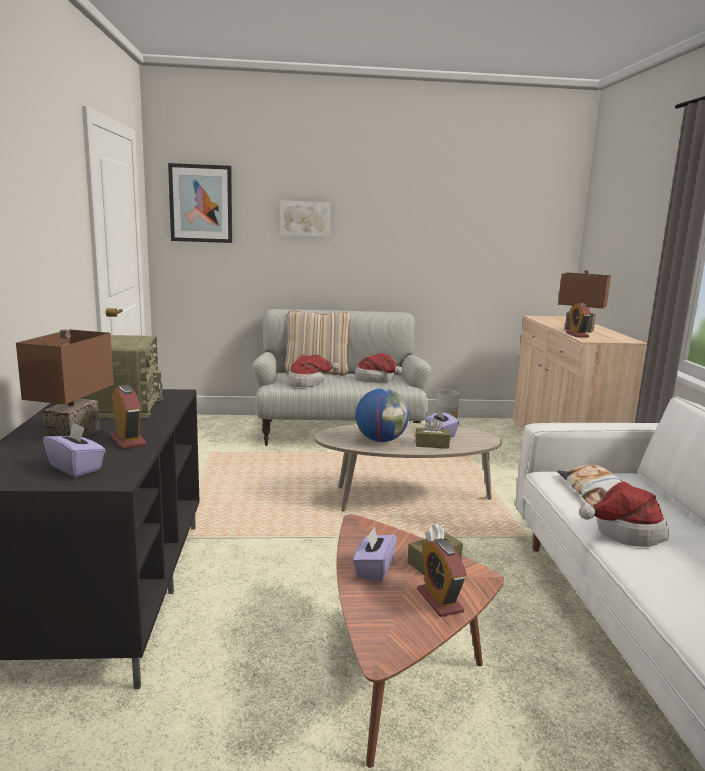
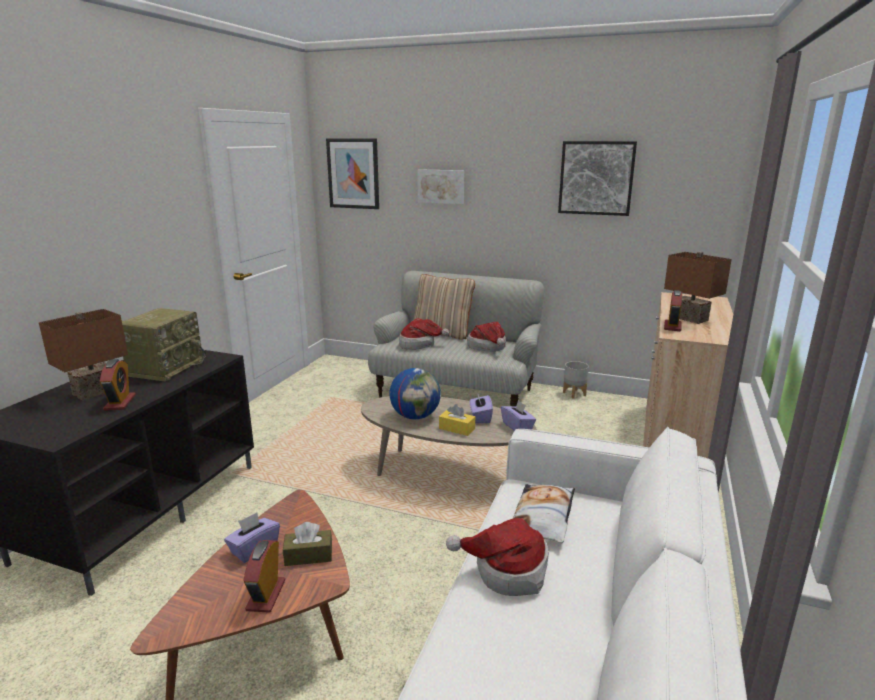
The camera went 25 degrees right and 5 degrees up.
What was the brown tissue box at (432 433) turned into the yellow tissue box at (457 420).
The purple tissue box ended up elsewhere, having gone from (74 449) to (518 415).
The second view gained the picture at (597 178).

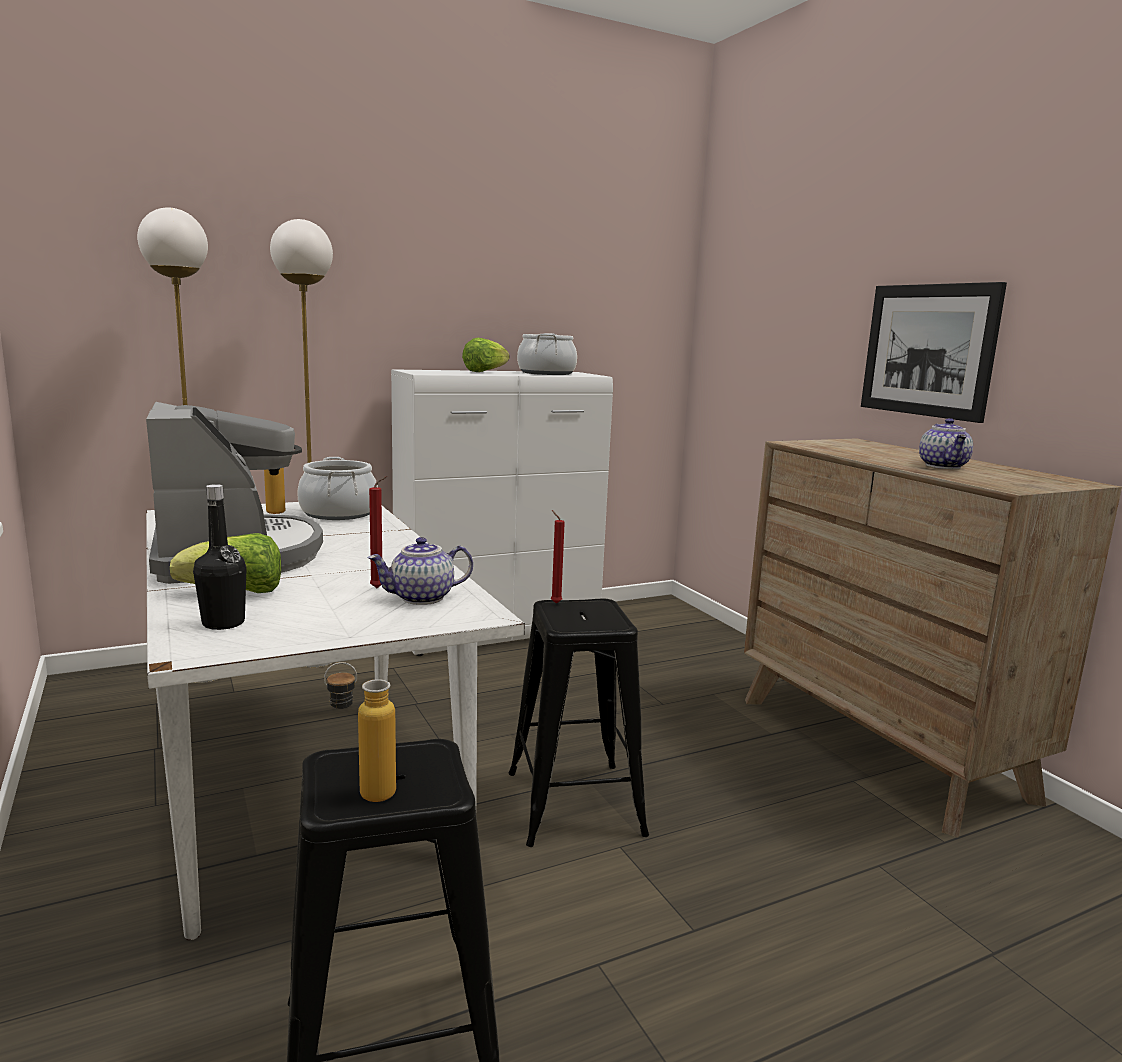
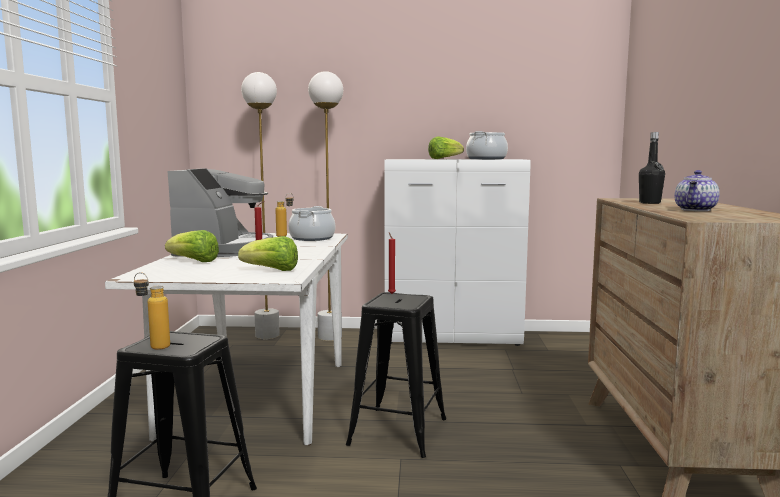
The camera went 30 degrees right and 5 degrees down.
The second view lost the picture at (934 352).
The black bottle ended up elsewhere, having gone from (220 557) to (652 168).
Where the teapot stood at (420 571), the lettuce came to stand at (268 253).

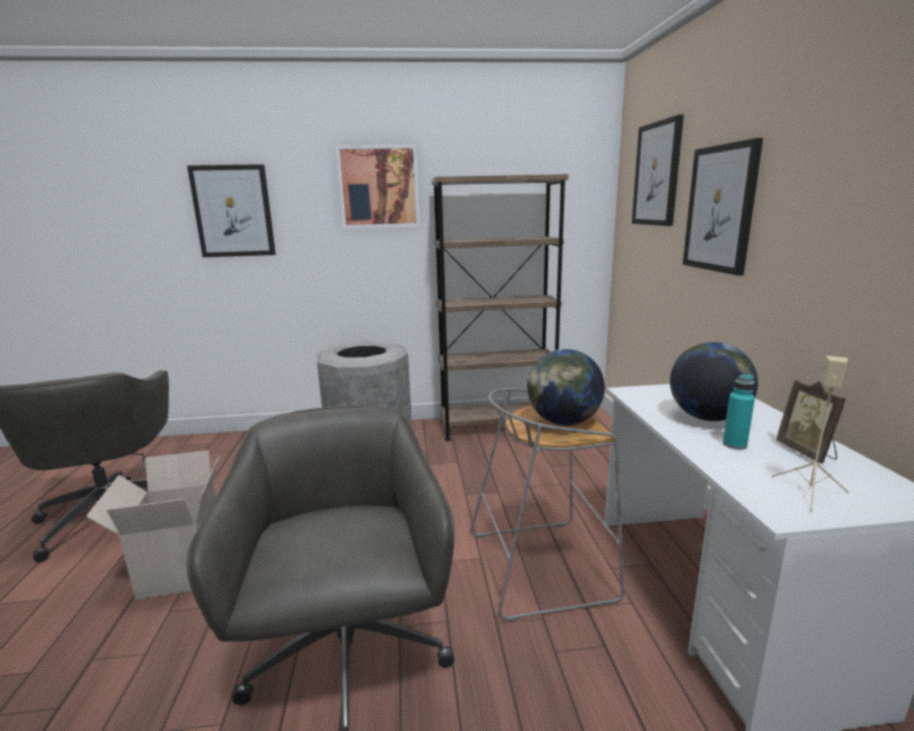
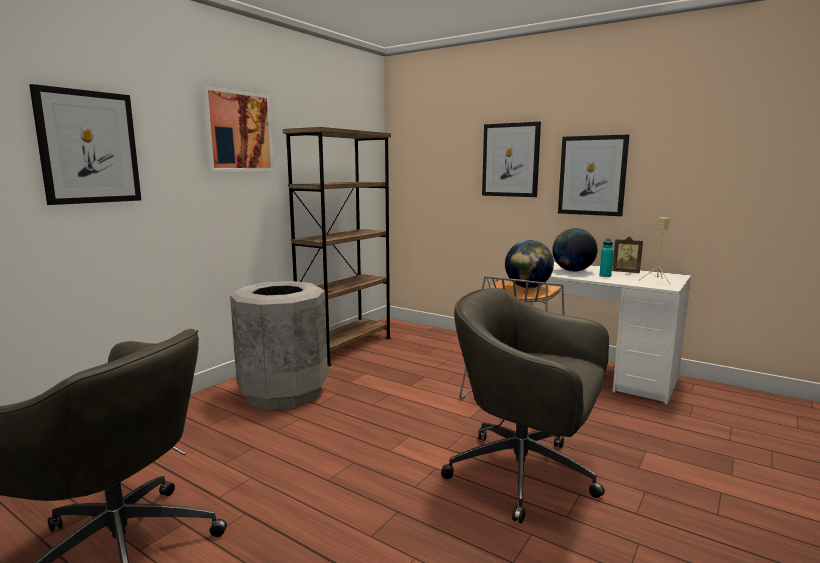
The camera went 50 degrees left and 5 degrees down.
The picture ended up elsewhere, having gone from (658 170) to (593 175).
The second view lost the cardboard box at (152 525).

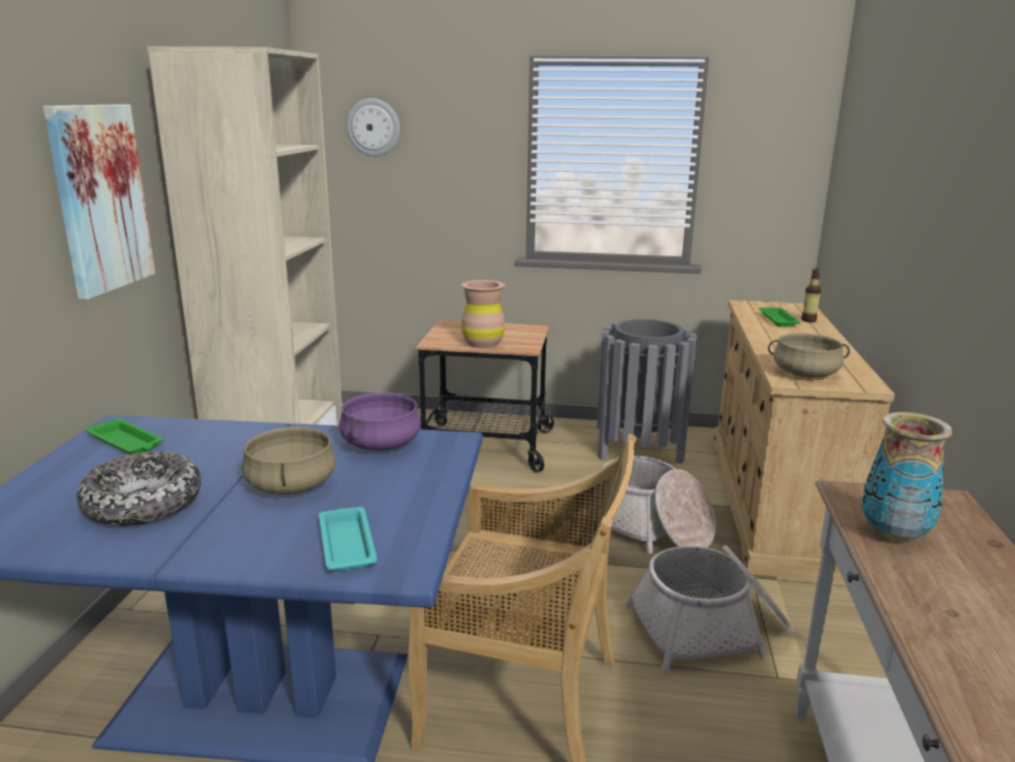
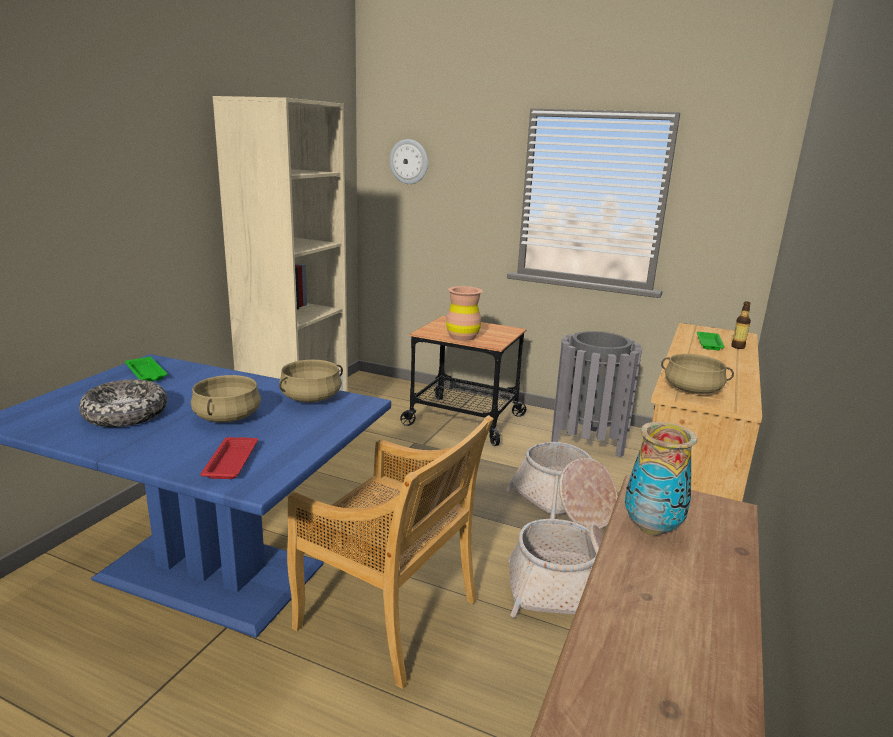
The camera went 15 degrees right and 0 degrees up.
The second view lost the picture at (99 202).
What was the purple cooking pot at (380 421) turned into the beige cooking pot at (311 381).
What was the turquoise tray at (348 539) turned into the red tray at (229 458).

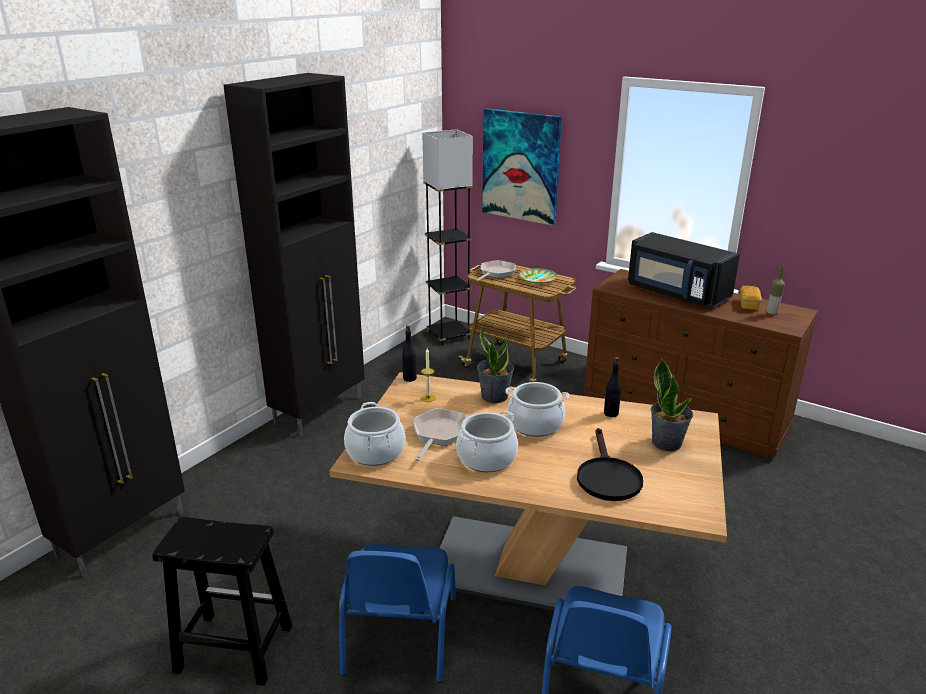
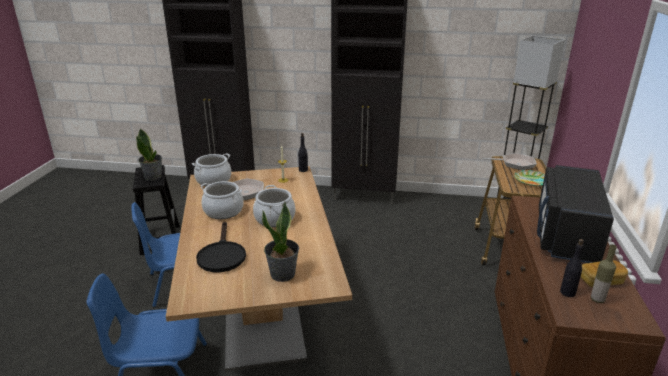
The camera went 65 degrees right and 0 degrees up.
The second view lost the picture at (522 167).
The potted plant ended up elsewhere, having gone from (495 364) to (149 154).
The black bottle ended up elsewhere, having gone from (612 387) to (572 268).
The black frying pan at (610 464) ended up facing another way, 75 degrees counterclockwise from before.

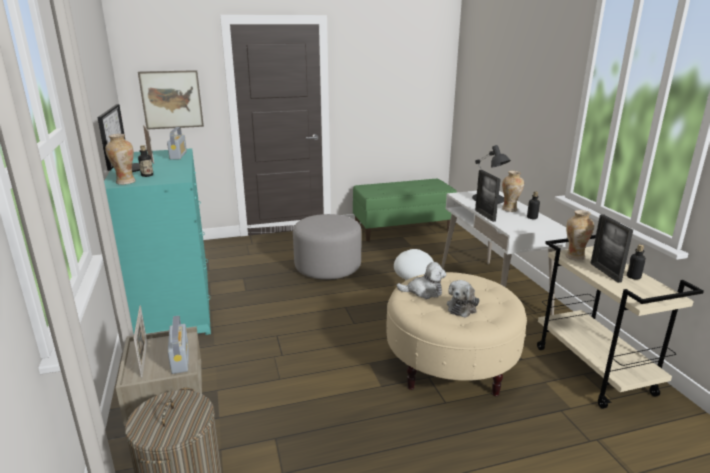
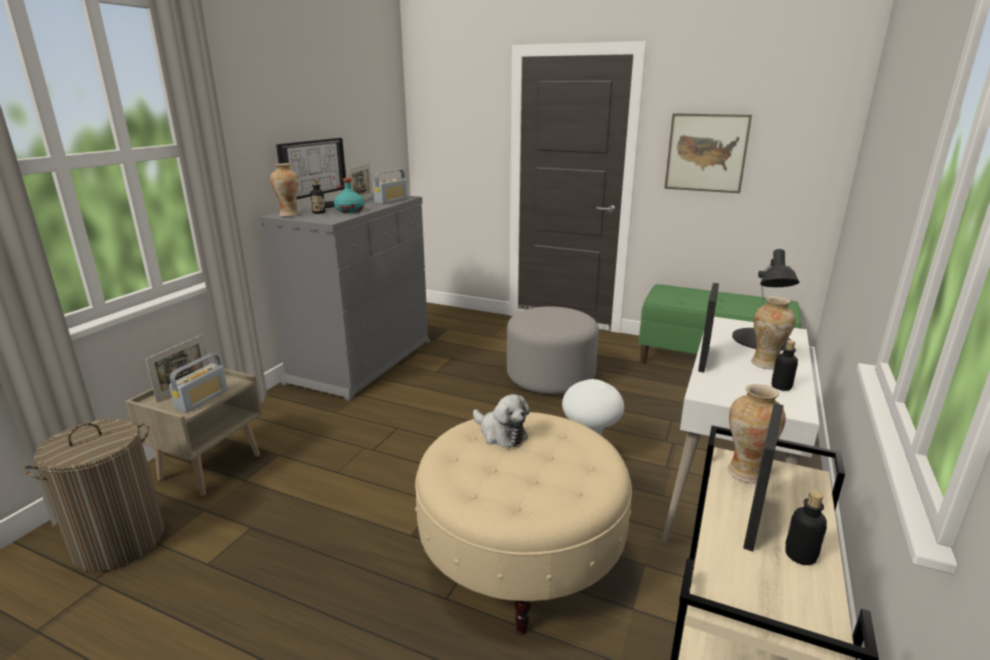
The camera went 40 degrees right and 0 degrees up.
The picture ended up elsewhere, having gone from (171 99) to (708 153).
What was the turquoise dresser at (157 241) turned into the grey dresser at (344 297).
The second view lost the plush toy at (463 299).
The second view gained the turquoise bottle at (349 195).

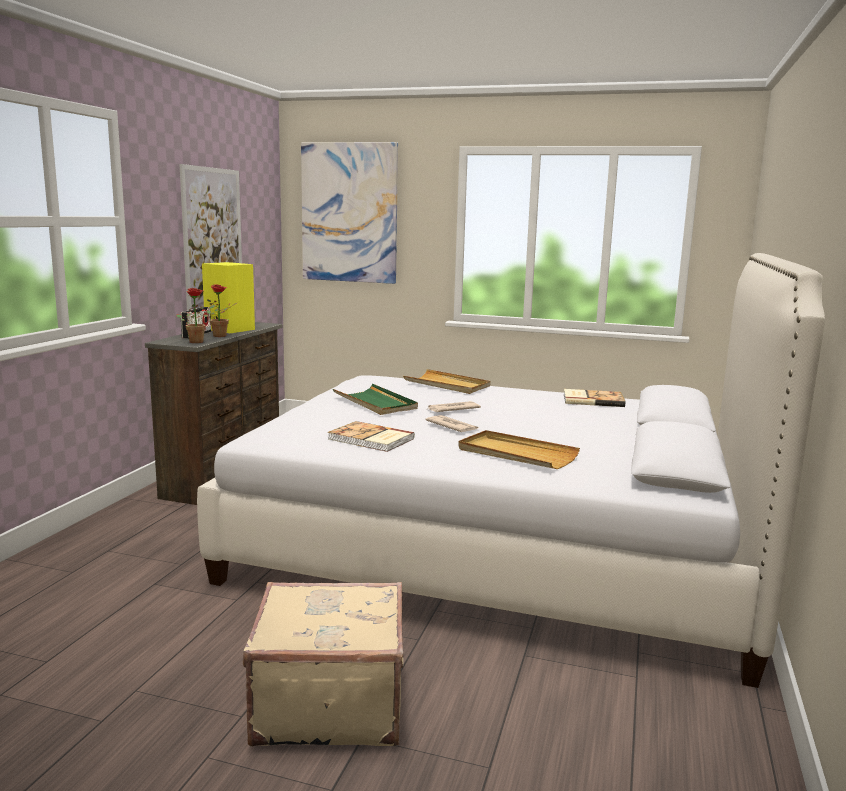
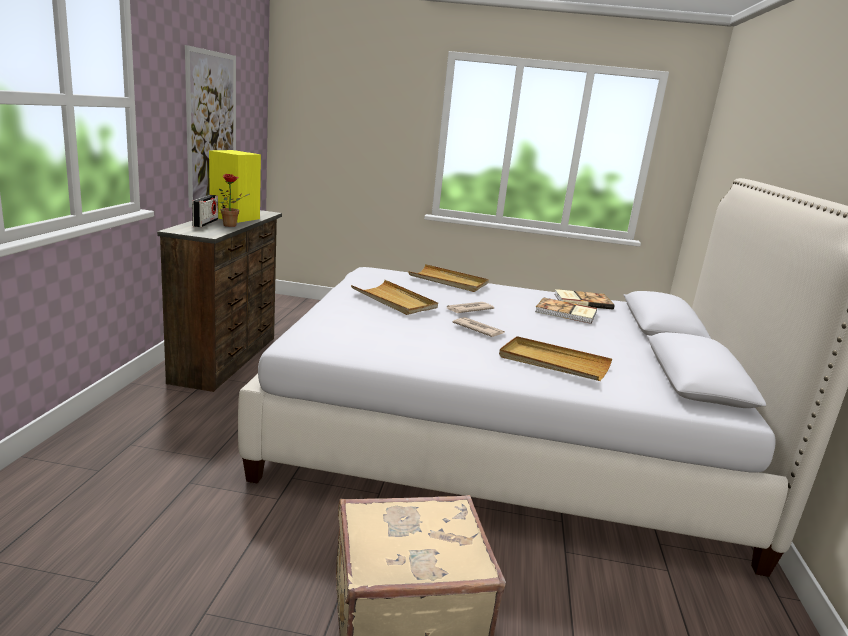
The camera went 10 degrees left and 5 degrees up.
The second view lost the picture at (349 213).
The second view lost the potted plant at (195 315).
What was the green tray at (375 399) turned into the beige tray at (394 297).
The book ended up elsewhere, having gone from (371 436) to (566 310).

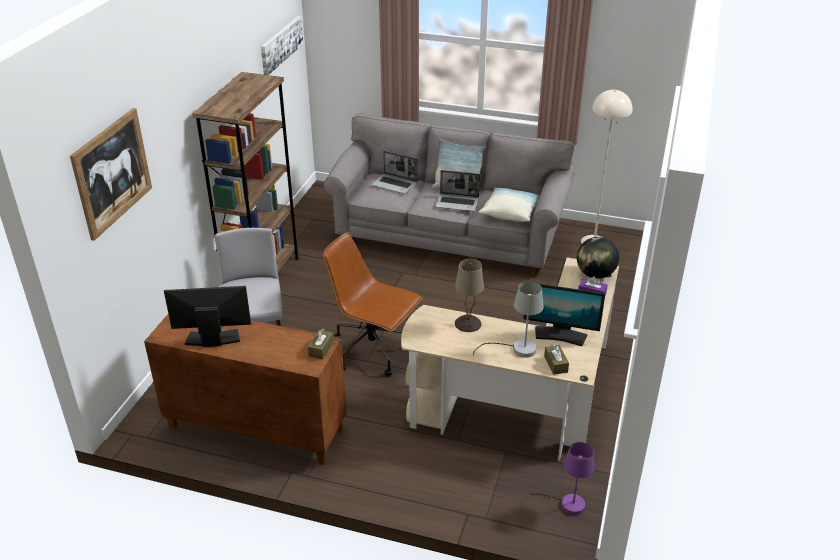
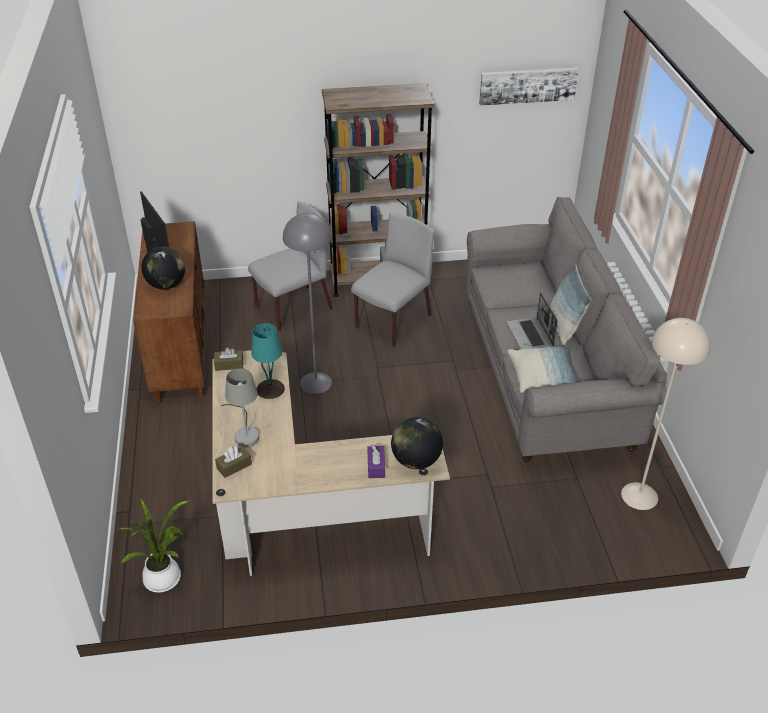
The camera went 65 degrees right and 5 degrees up.
The second view lost the picture at (111 174).
The second view lost the laptop at (394 172).
Where the brown office chair stood at (372 304), the grey floor lamp came to stand at (307 303).
What was the beige table lamp at (469 295) turned into the turquoise table lamp at (268 361).
The second view lost the monitor at (564 314).
The brown tissue box ended up elsewhere, having gone from (321 343) to (228 359).
Where the purple table lamp stood at (556 478), the potted plant came to stand at (155 546).
The second view gained the grey chair at (392 280).
The second view gained the globe at (163 268).

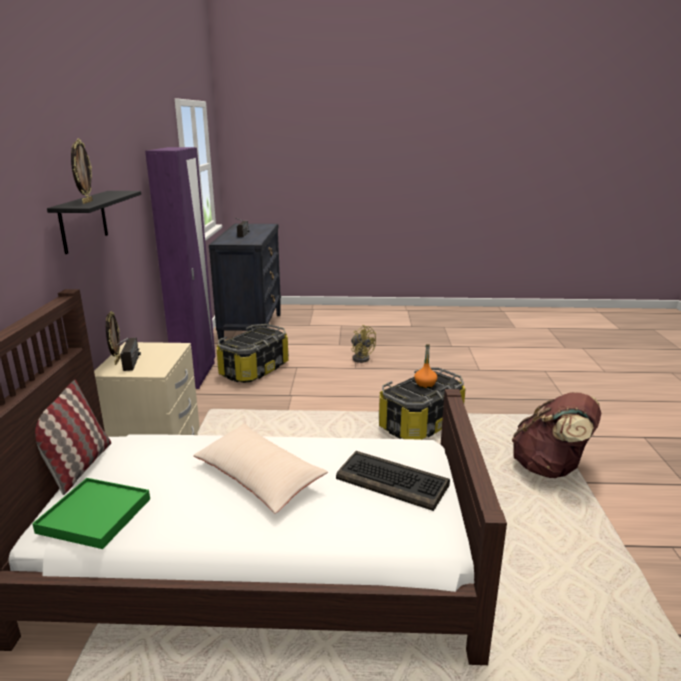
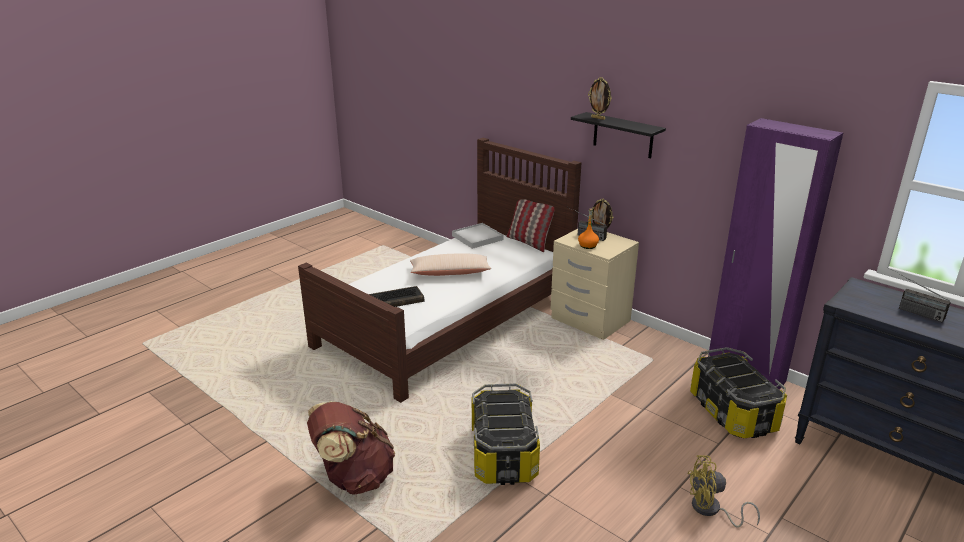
The camera went 130 degrees right and 5 degrees up.
The orange bottle ended up elsewhere, having gone from (425 366) to (588 228).
What was the green tray at (91 513) turned into the white tray at (477 236).

